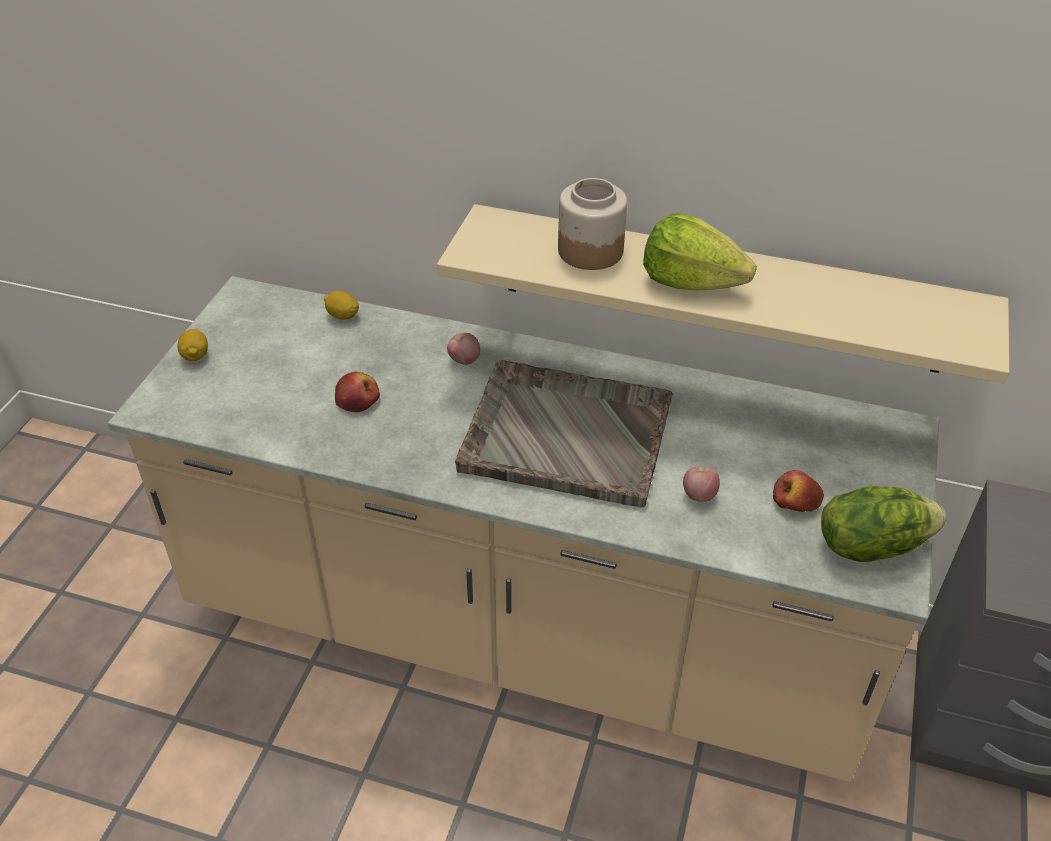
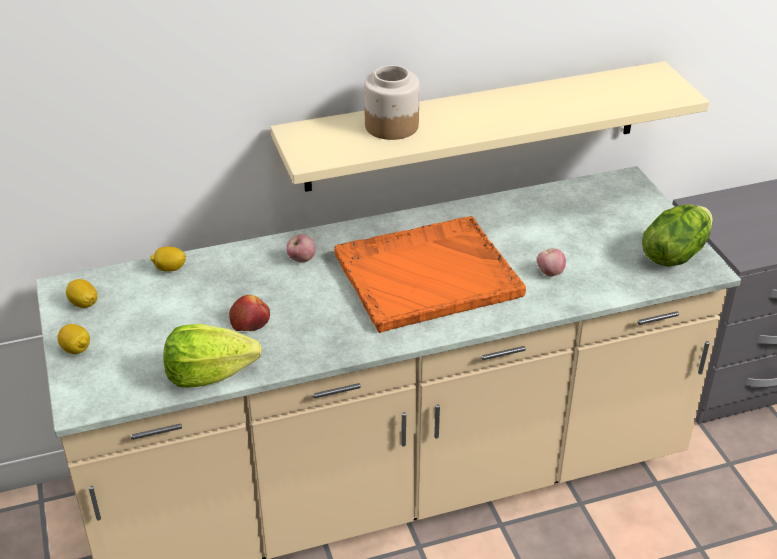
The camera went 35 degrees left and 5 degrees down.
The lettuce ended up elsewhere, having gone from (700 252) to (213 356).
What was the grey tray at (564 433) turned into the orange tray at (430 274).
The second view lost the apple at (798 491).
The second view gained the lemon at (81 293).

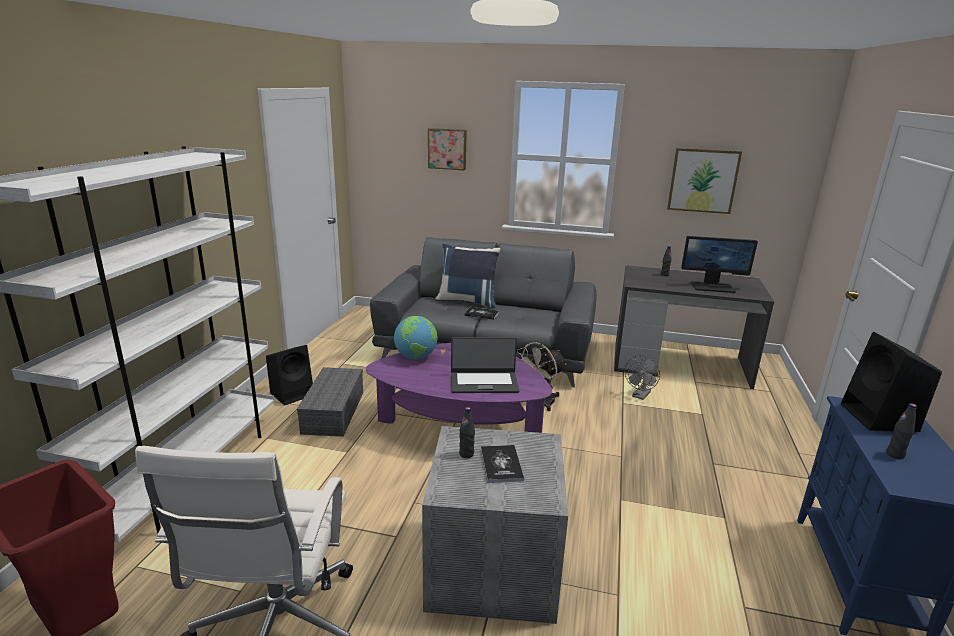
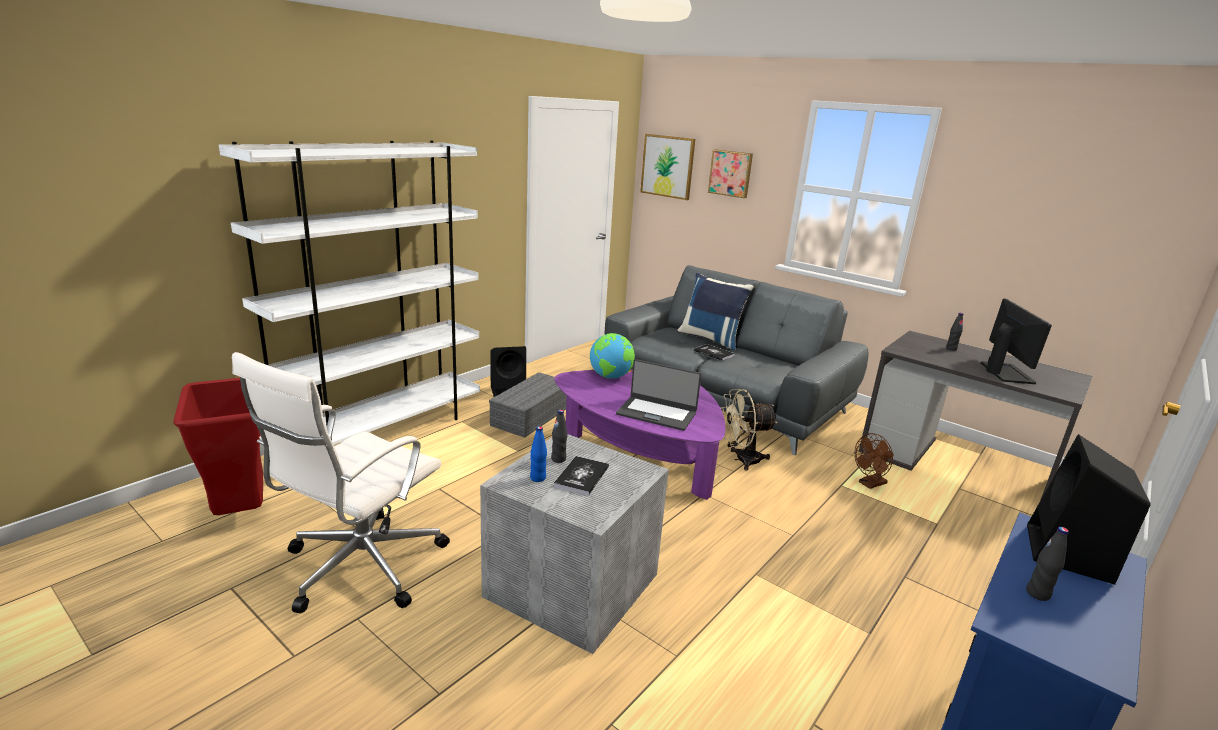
The camera went 25 degrees right and 0 degrees up.
The picture ended up elsewhere, having gone from (704 181) to (667 167).
The monitor at (719 264) ended up facing another way, 120 degrees counterclockwise from before.
What was the grey fan at (642 377) turned into the brown fan at (874 461).
The second view gained the blue bottle at (538 454).

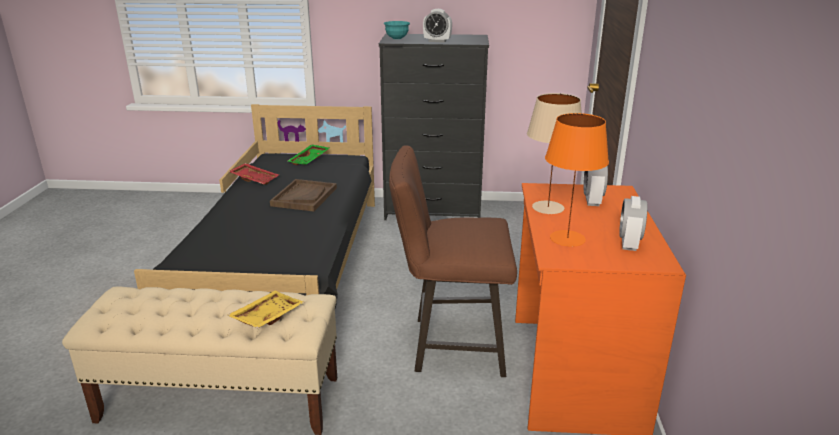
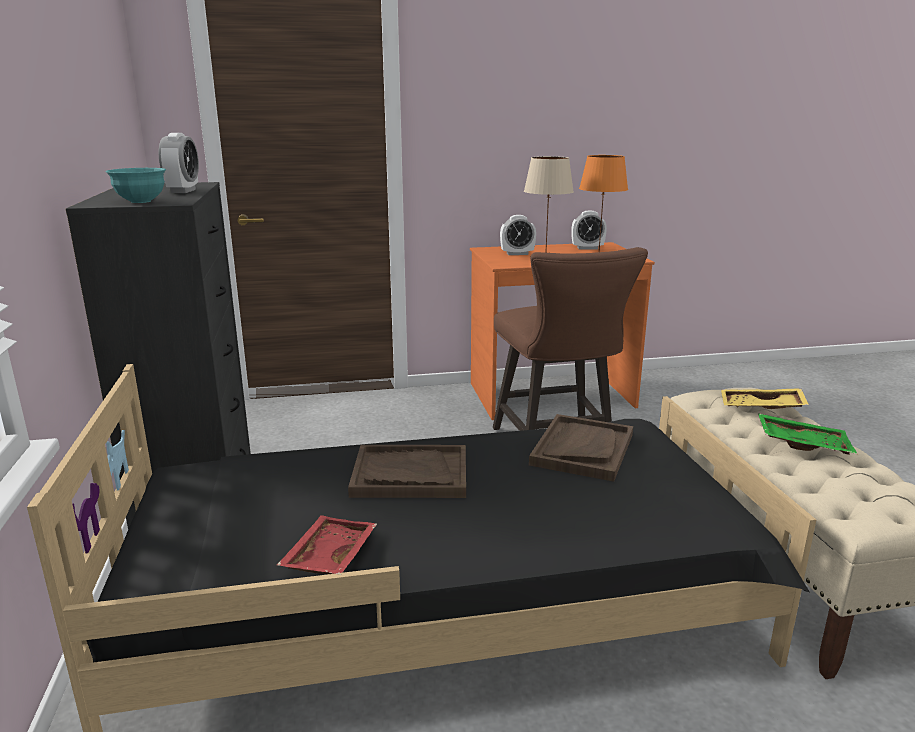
The camera went 105 degrees left and 5 degrees down.
The green tray ended up elsewhere, having gone from (308 154) to (807 434).
The second view gained the brown tray at (581 448).

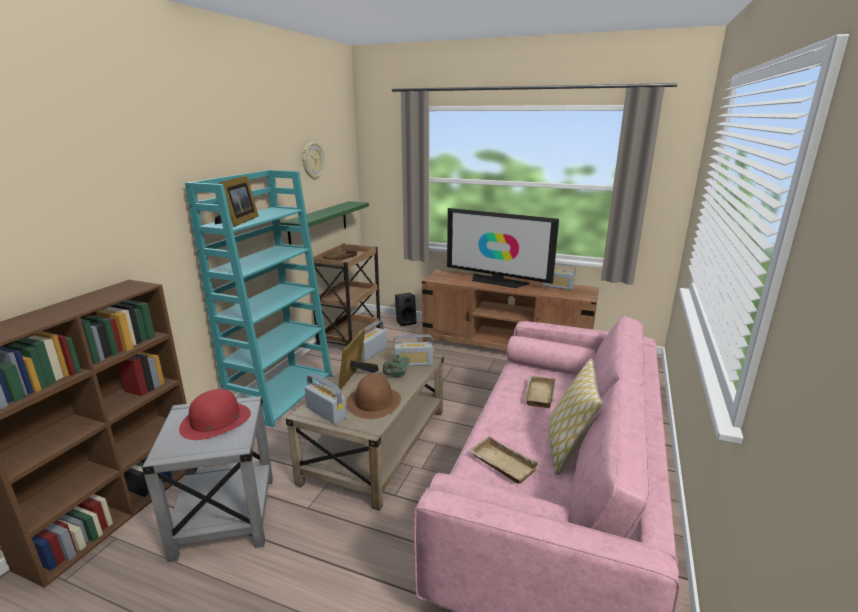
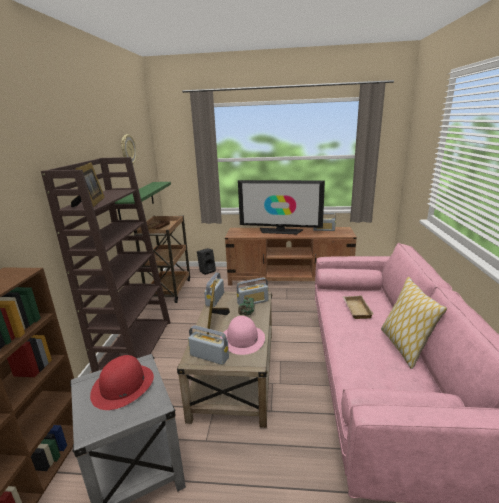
The camera went 15 degrees left and 0 degrees up.
What was the turquoise bookcase at (259 298) turned into the brown bookcase at (105 265).
What was the brown hat at (373 396) turned into the pink hat at (242 335).
The second view lost the beige tray at (504 460).

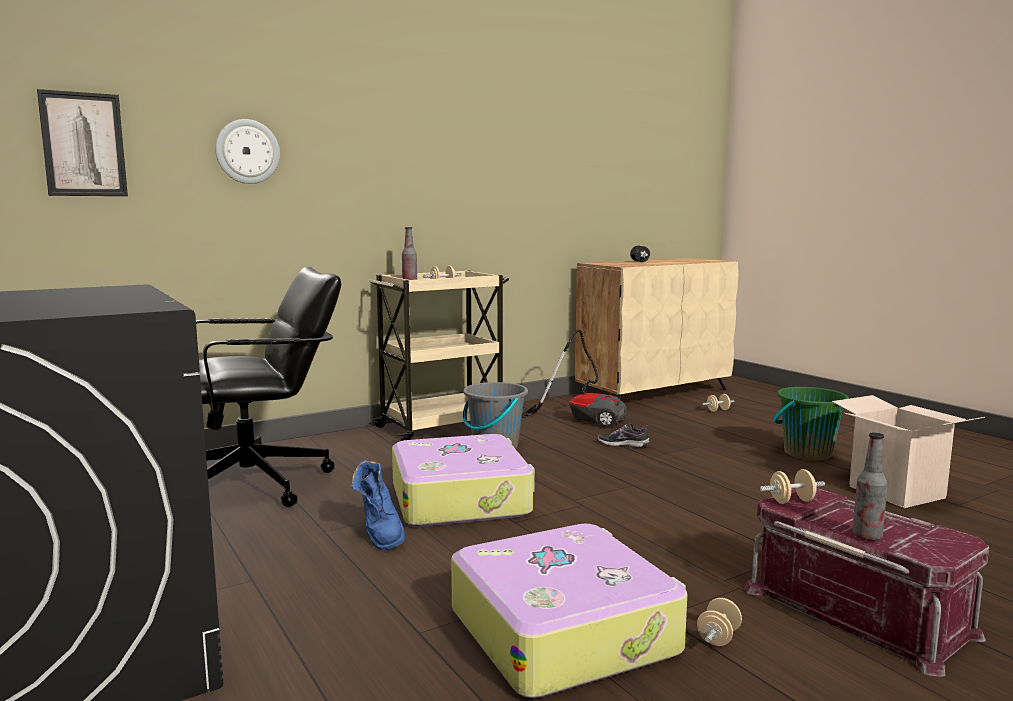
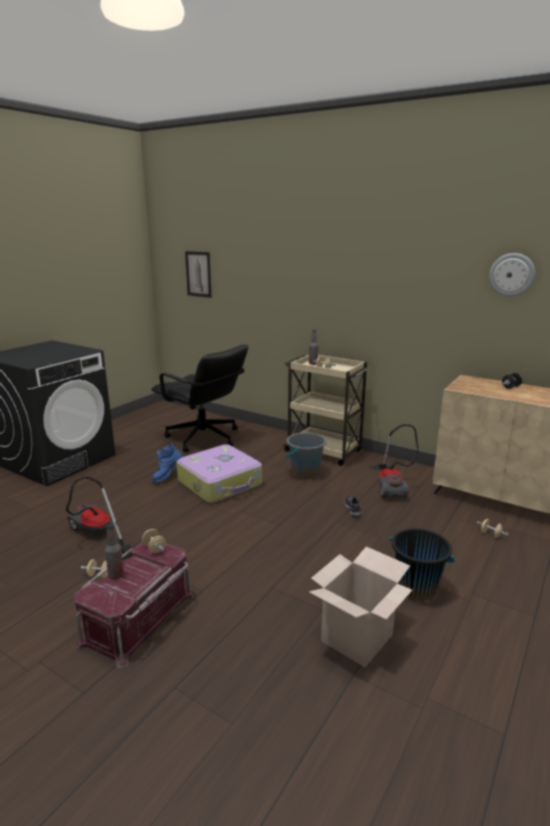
The camera went 65 degrees right and 10 degrees up.
The wall clock ended up elsewhere, having gone from (247 151) to (512 275).
What was the green bucket at (811 423) turned into the black bucket at (422 564).
Where the suitcase stood at (569 611), the vacuum cleaner came to stand at (101 518).

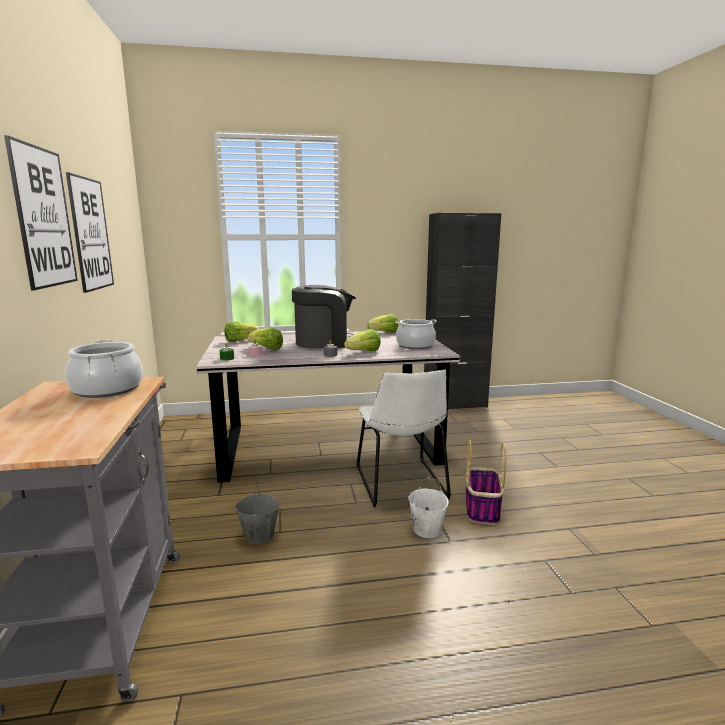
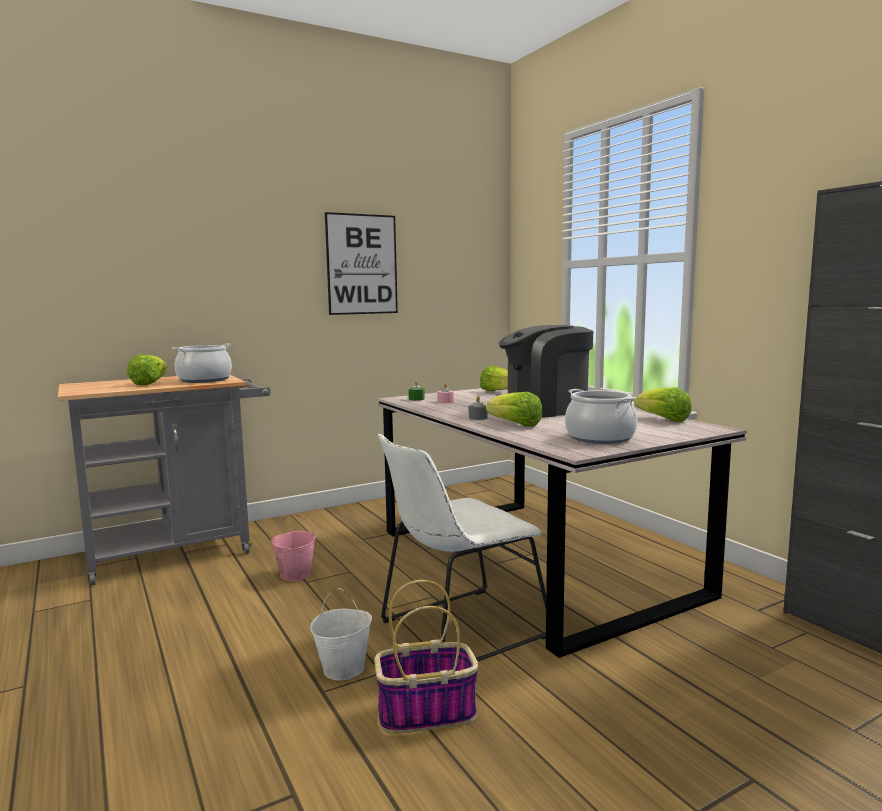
The camera went 70 degrees right and 5 degrees down.
The second view lost the picture at (41 212).
The coffee machine at (324 316) ended up facing another way, 105 degrees clockwise from before.
The lettuce ended up elsewhere, having gone from (265 339) to (147 370).
What was the grey bucket at (257 513) turned into the pink bucket at (293 547).

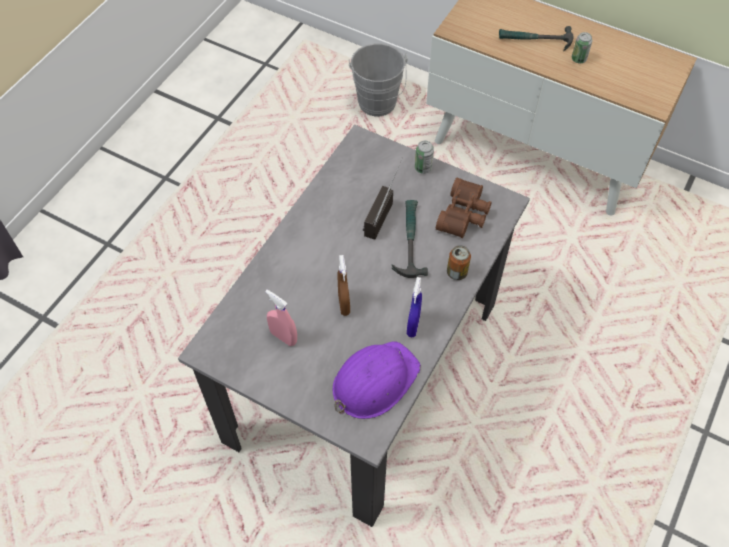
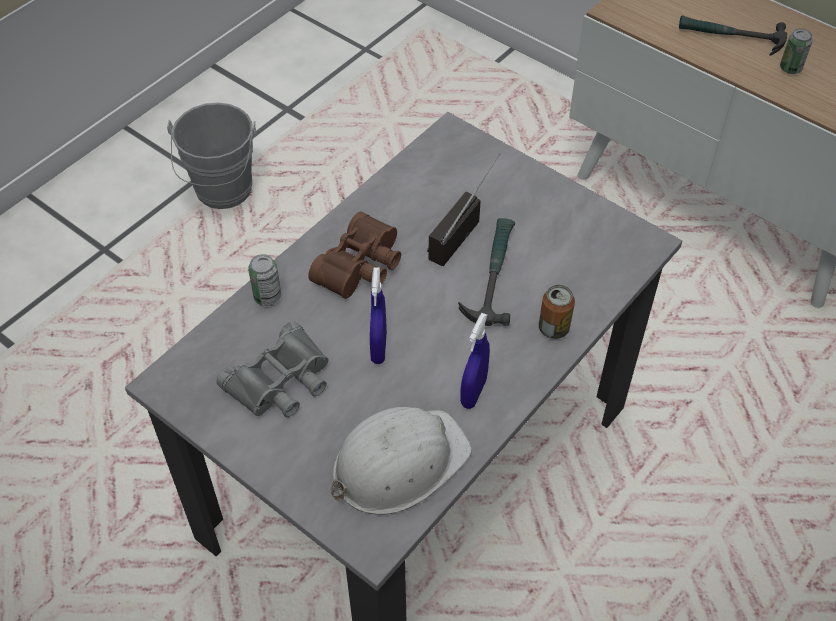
The camera went 10 degrees right and 5 degrees down.
The grey bucket ended up elsewhere, having gone from (378 79) to (211 155).
The can ended up elsewhere, having gone from (424 157) to (264 280).
The brown binoculars ended up elsewhere, having gone from (464 208) to (354 255).
What was the brown spray bottle at (343 285) turned into the blue spray bottle at (378 315).
Where the pink spray bottle stood at (281 318), the grey binoculars came to stand at (272 369).
What was the purple hard hat at (376 380) turned into the white hard hat at (401 461).

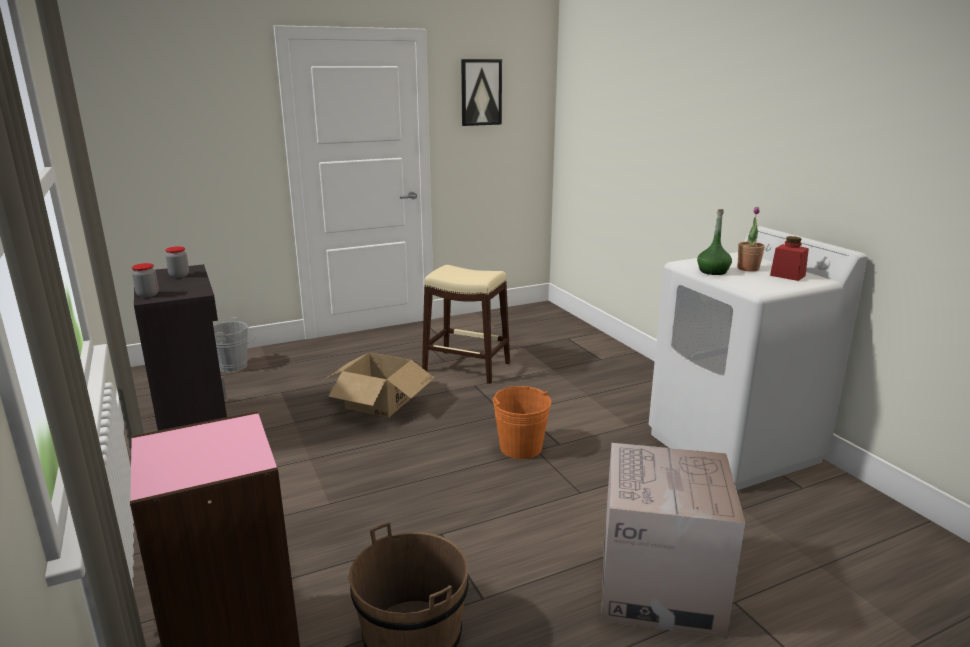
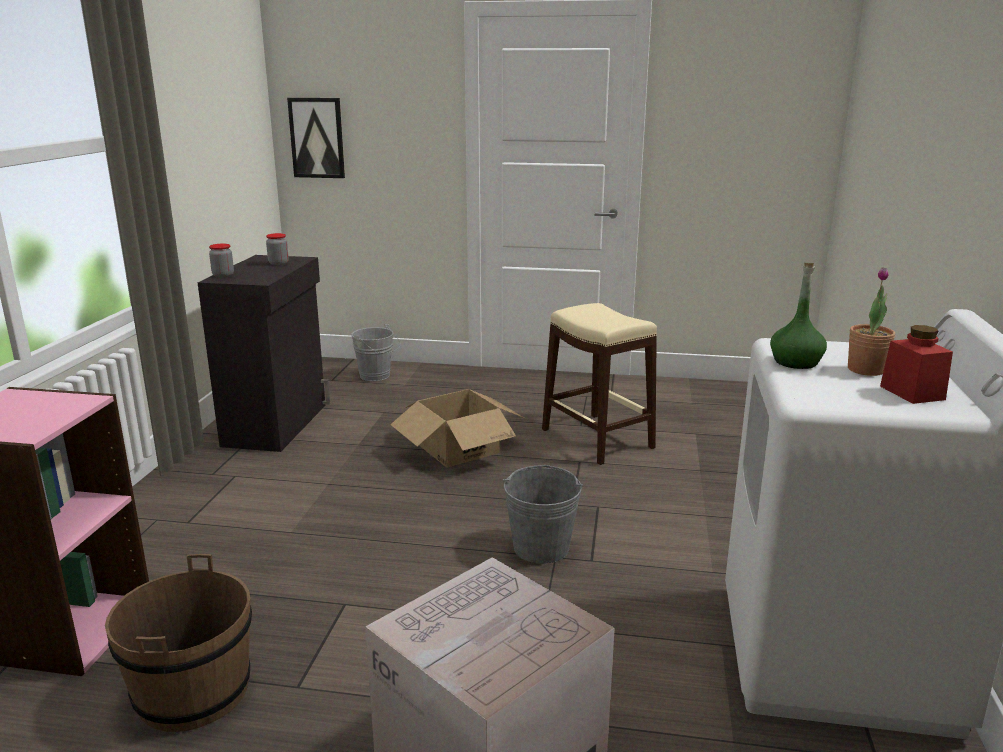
The camera went 35 degrees right and 0 degrees up.
The picture ended up elsewhere, having gone from (481 92) to (316 138).
What was the orange bucket at (522 422) turned into the grey bucket at (543 514).

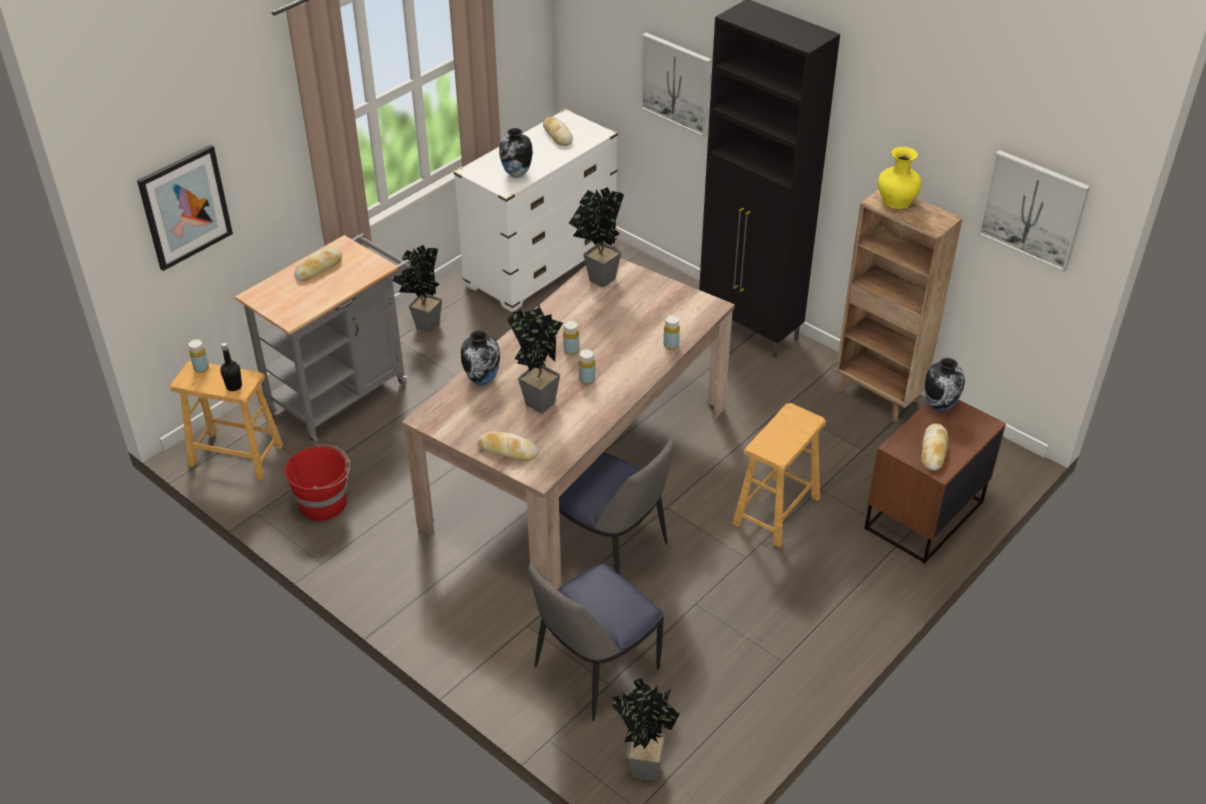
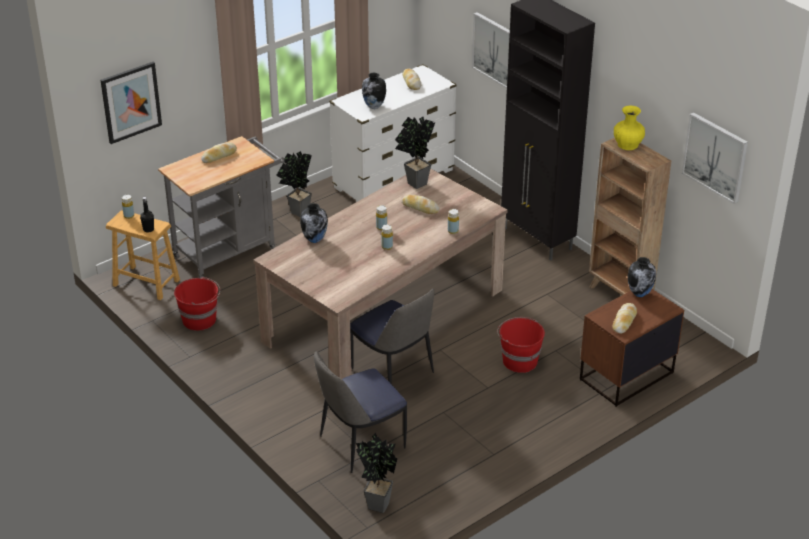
The camera went 10 degrees right and 5 degrees down.
The second view lost the potted plant at (535 358).
Where the brown stool stood at (779 475), the red bucket came to stand at (521 345).
The bread ended up elsewhere, having gone from (508 446) to (421 204).

